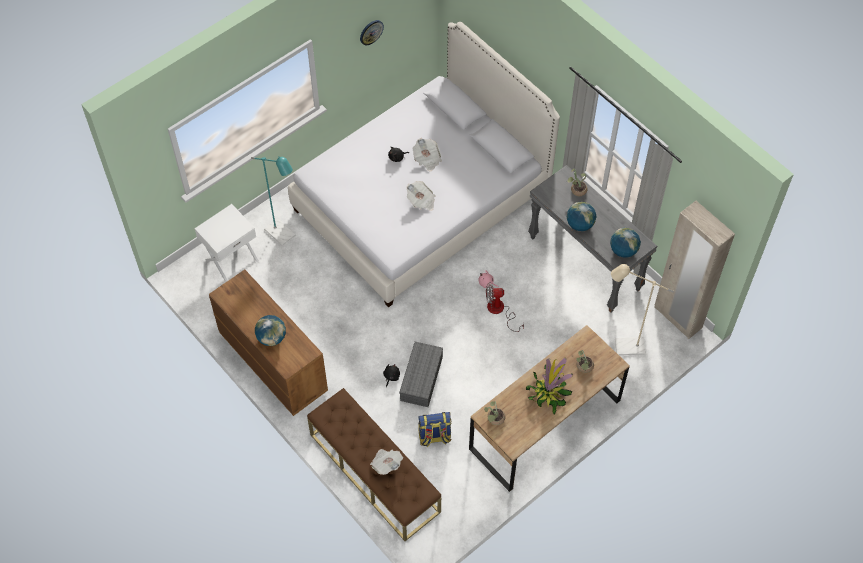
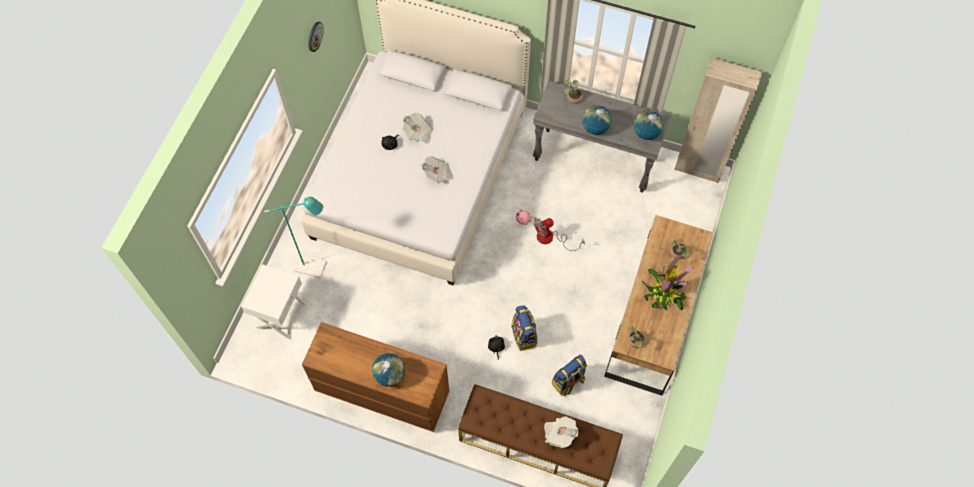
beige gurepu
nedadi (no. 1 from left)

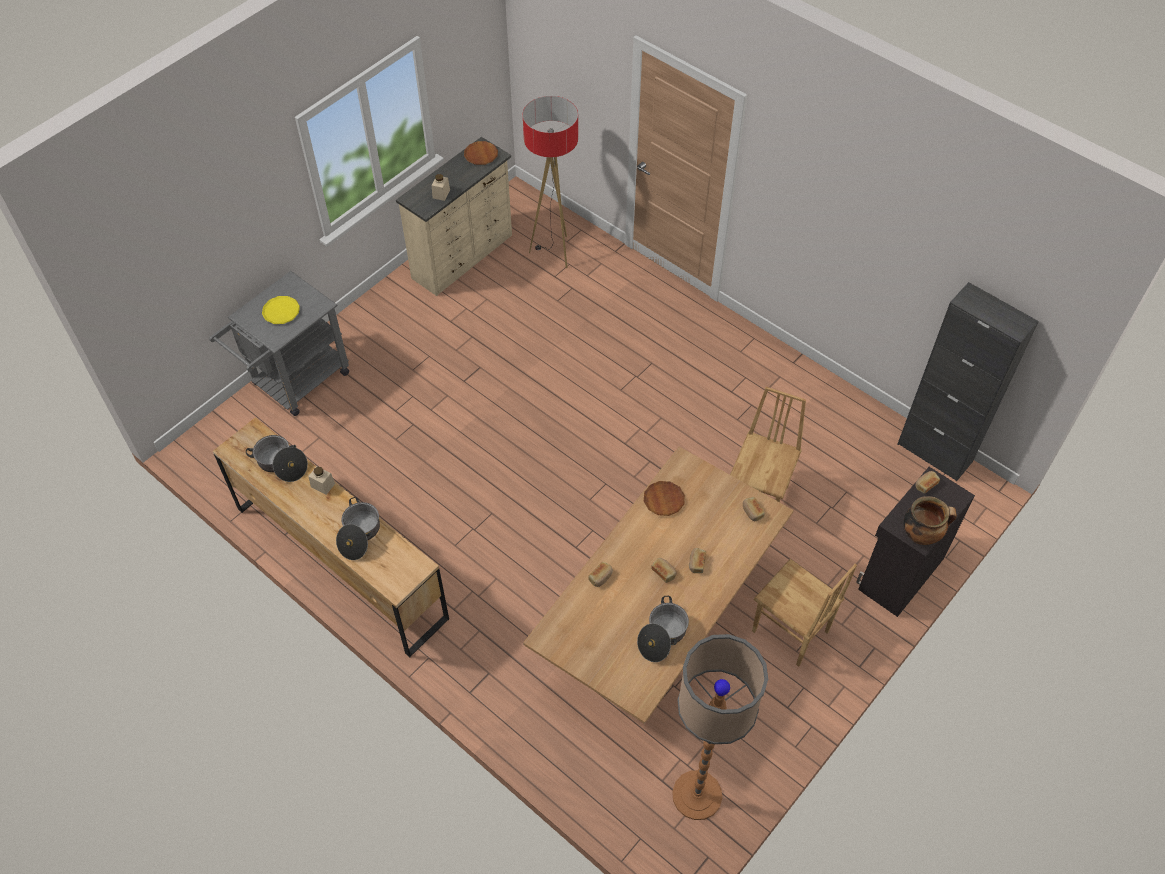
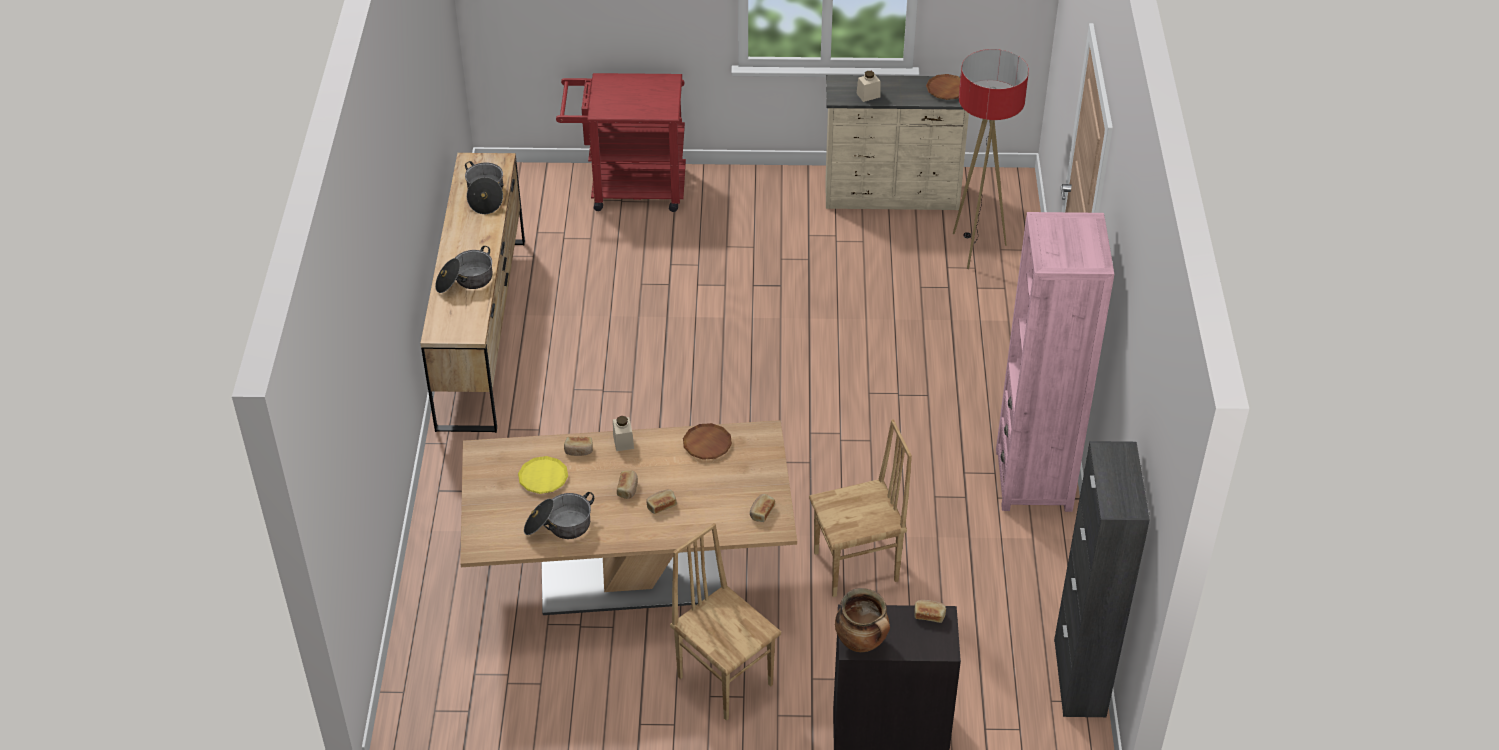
gurepu (no. 2 from left in the first image)
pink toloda
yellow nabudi
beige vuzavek (no. 1 from left)
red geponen
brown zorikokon (no. 1 from left)

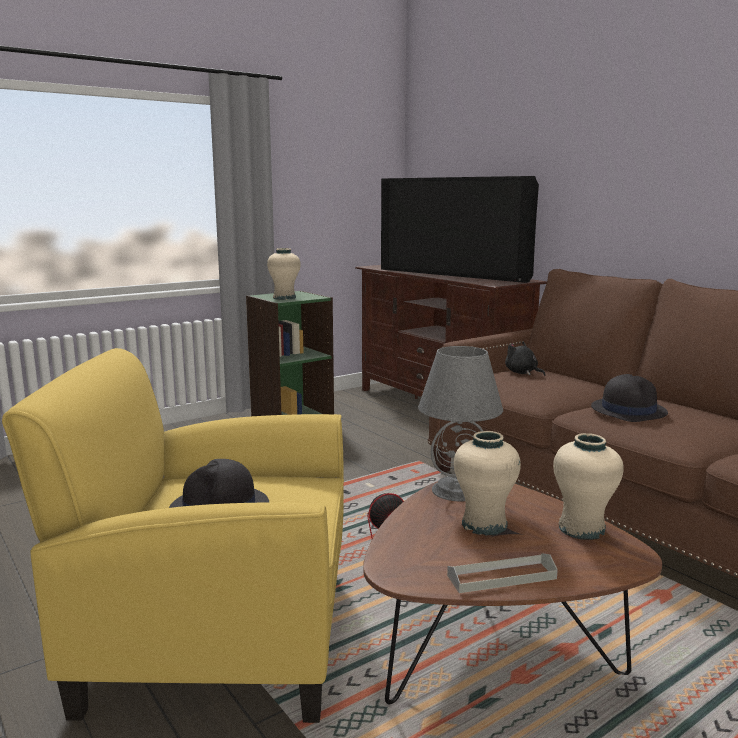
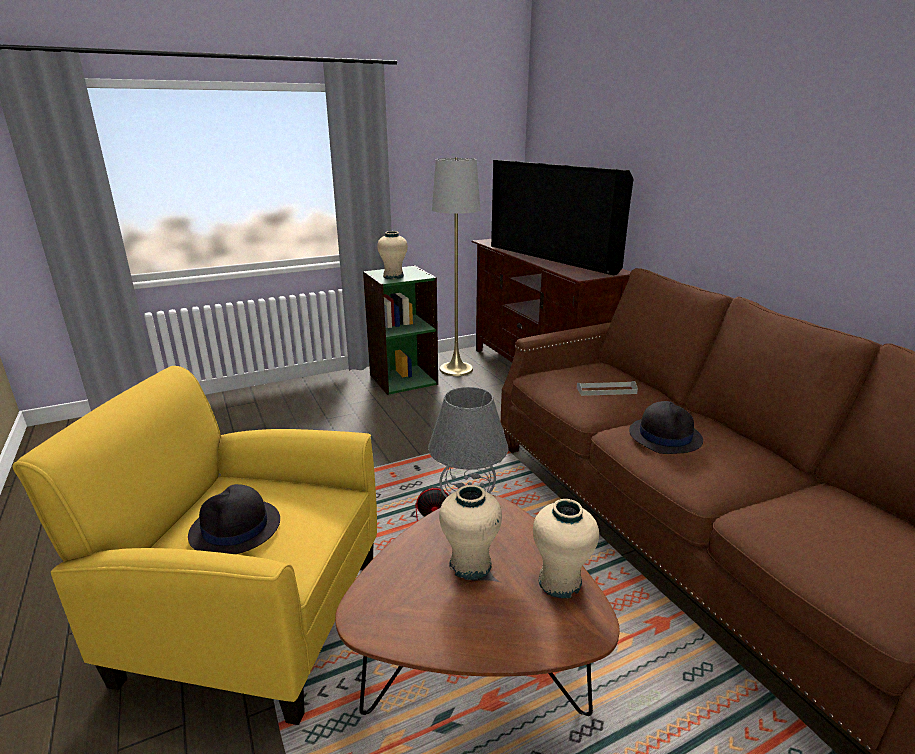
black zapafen
grey gurepu
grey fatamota

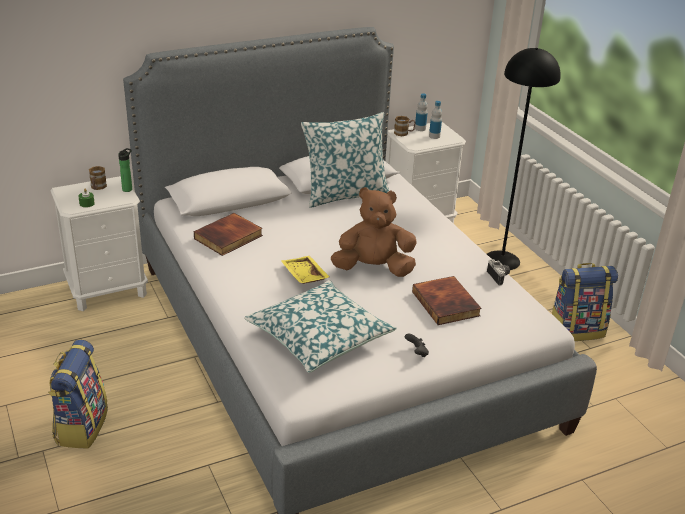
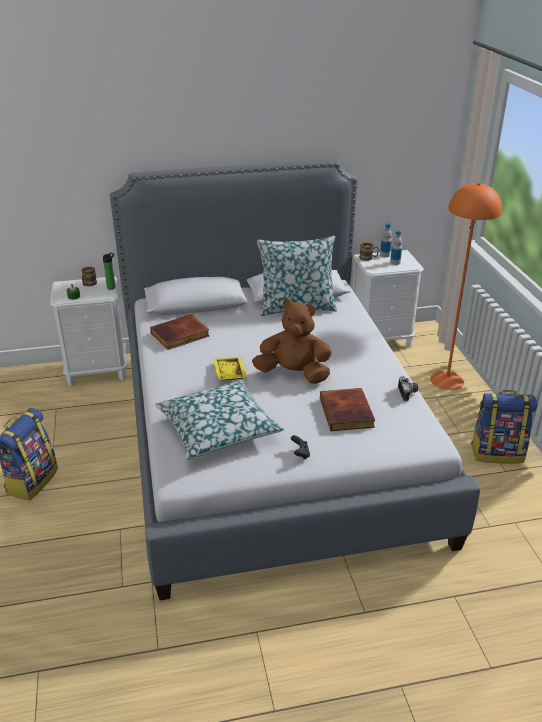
orange gurepu

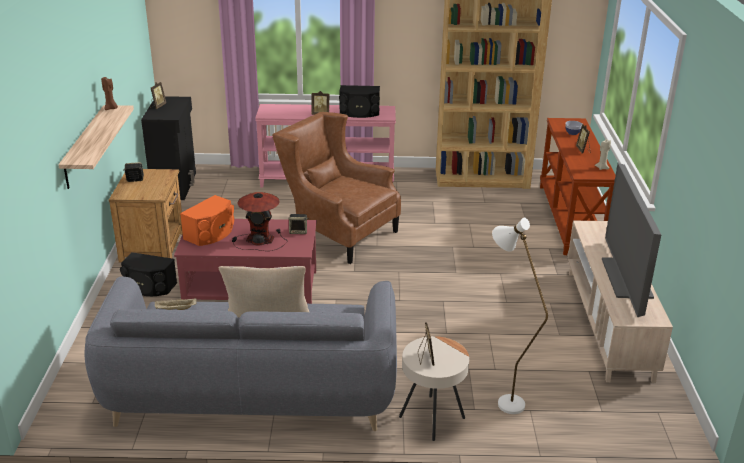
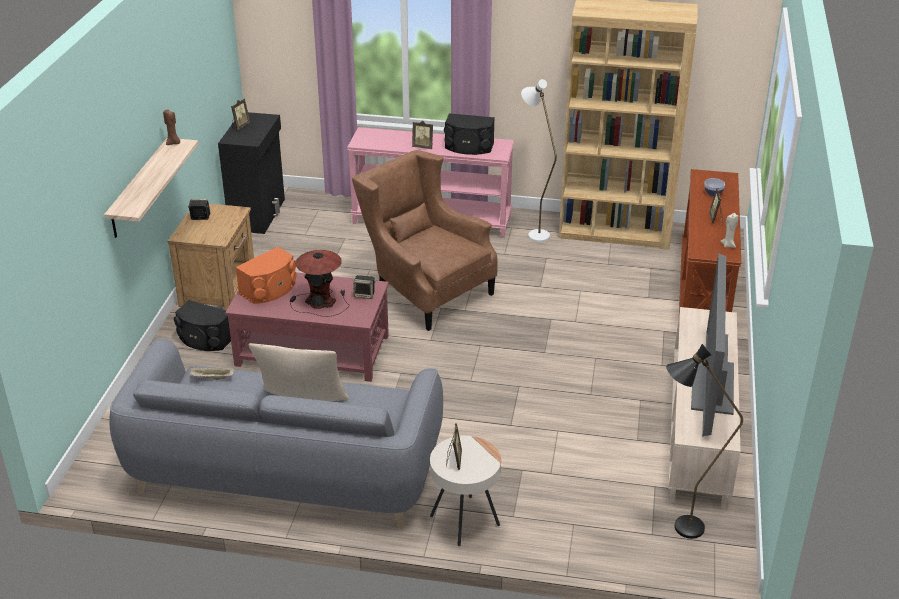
black gurepu
white gurepu

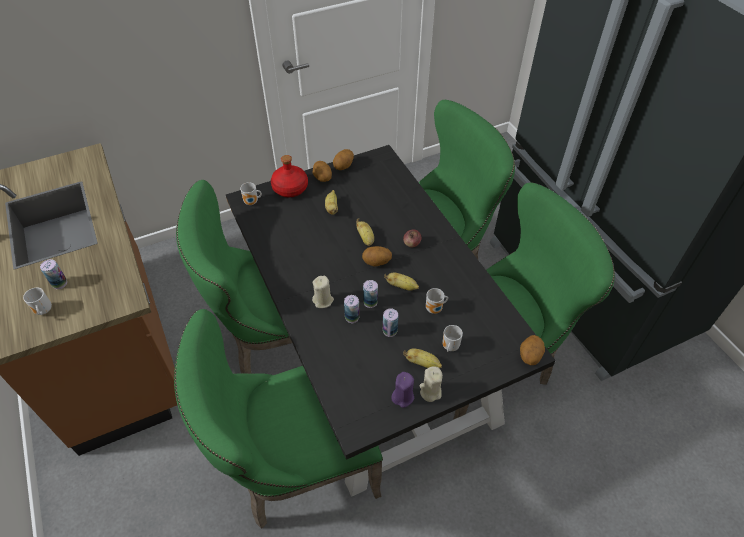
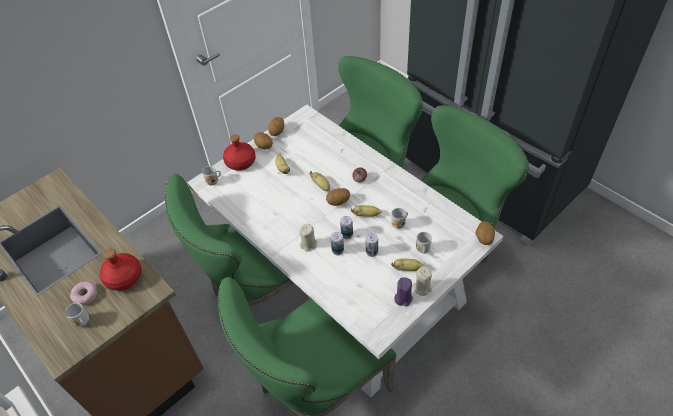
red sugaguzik (no. 1 from left)
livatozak
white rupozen

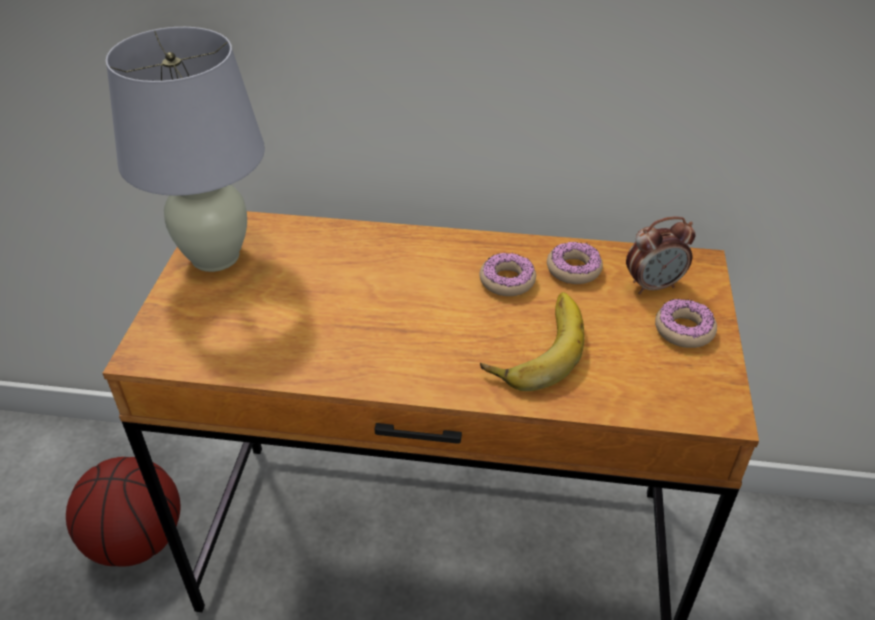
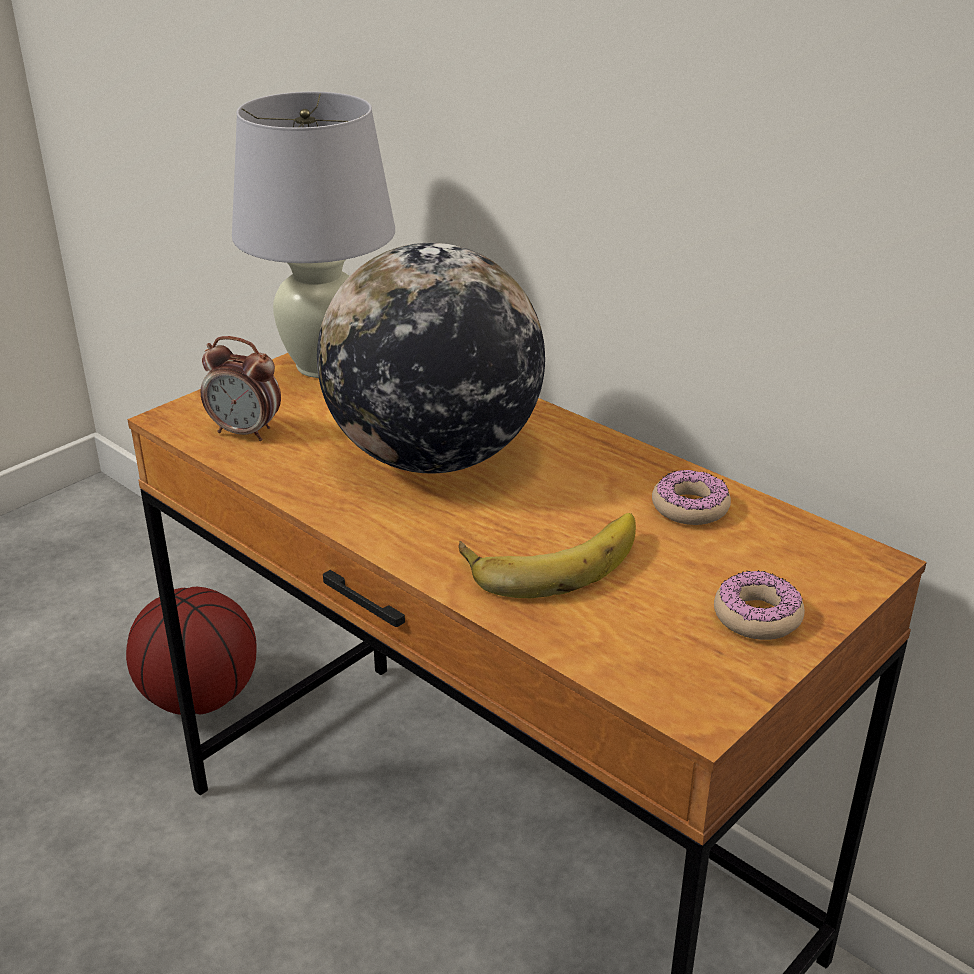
livatozak (no. 1 from left in the first image)
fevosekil
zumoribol

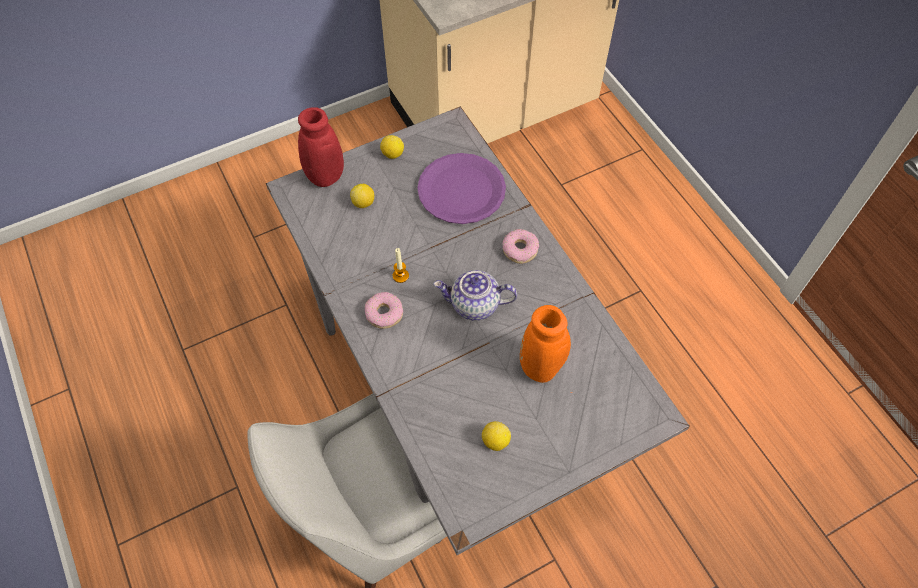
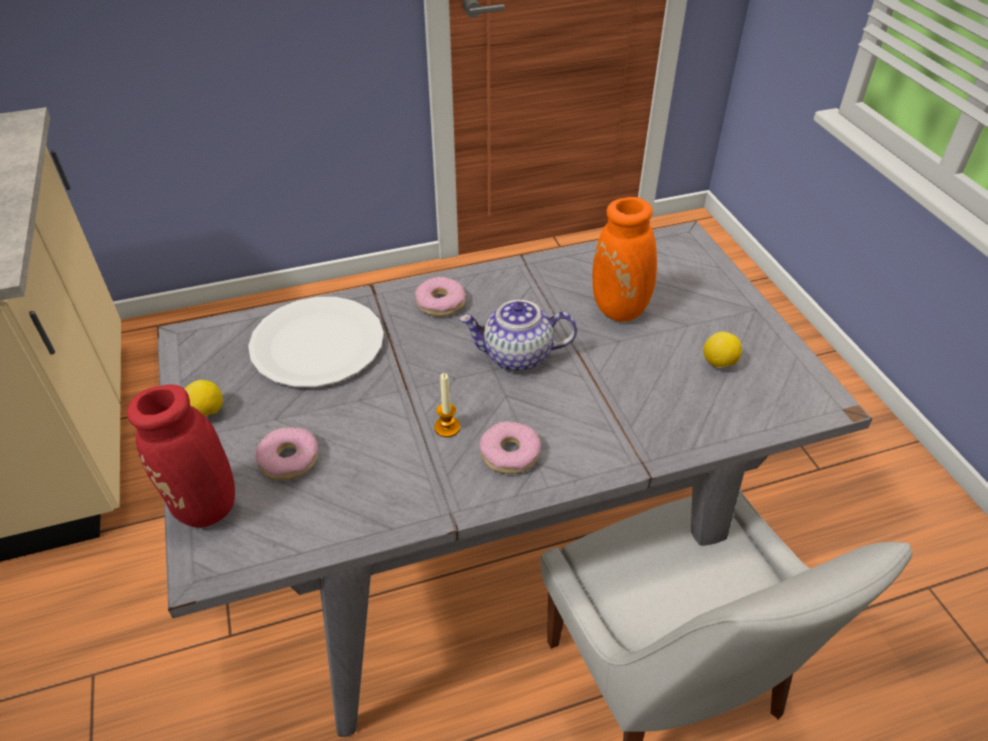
livatozak (no. 1 from left)
white nabudi
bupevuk

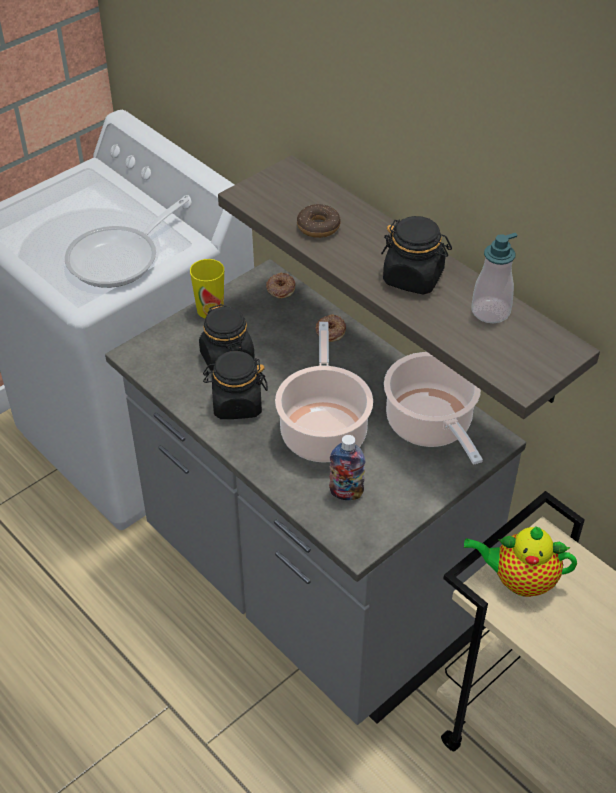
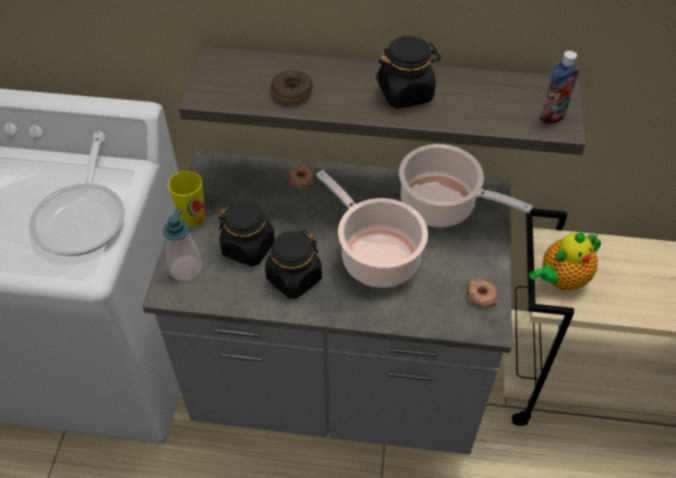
livatozak (no. 3 from left)
sugaguzik
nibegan

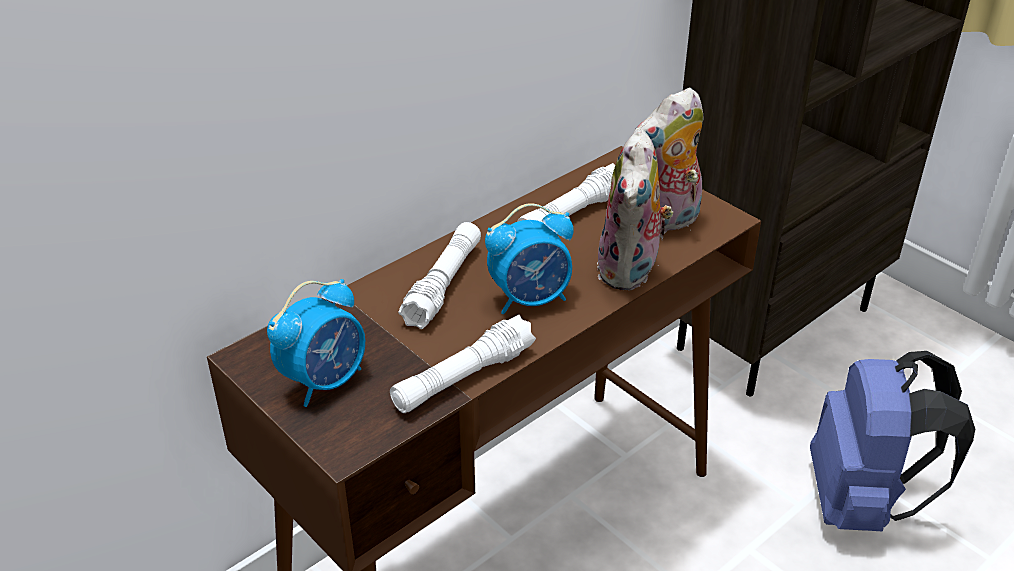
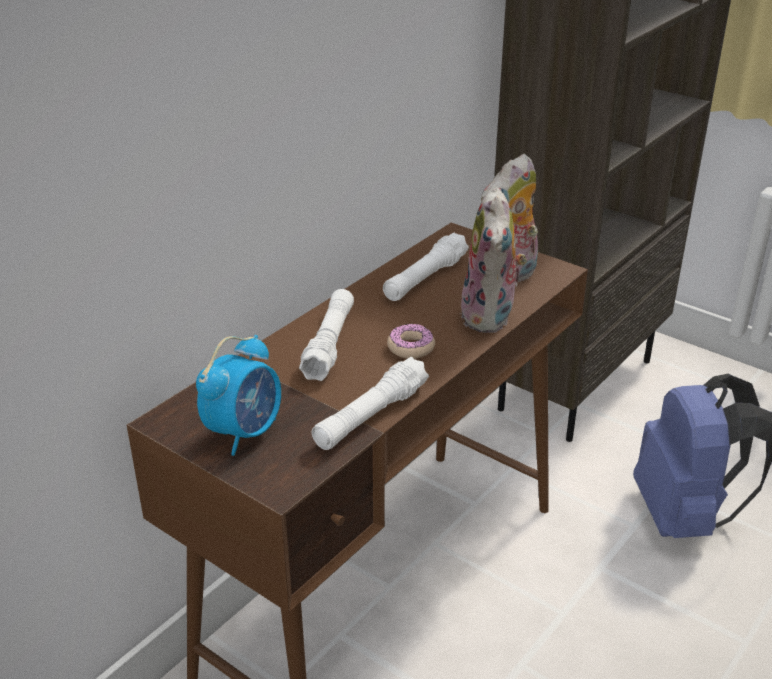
livatozak

